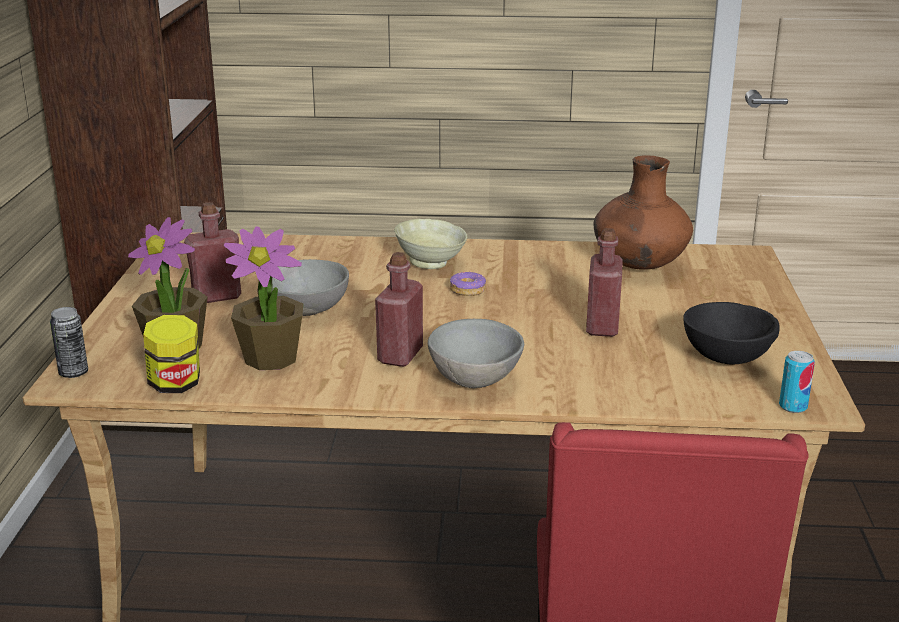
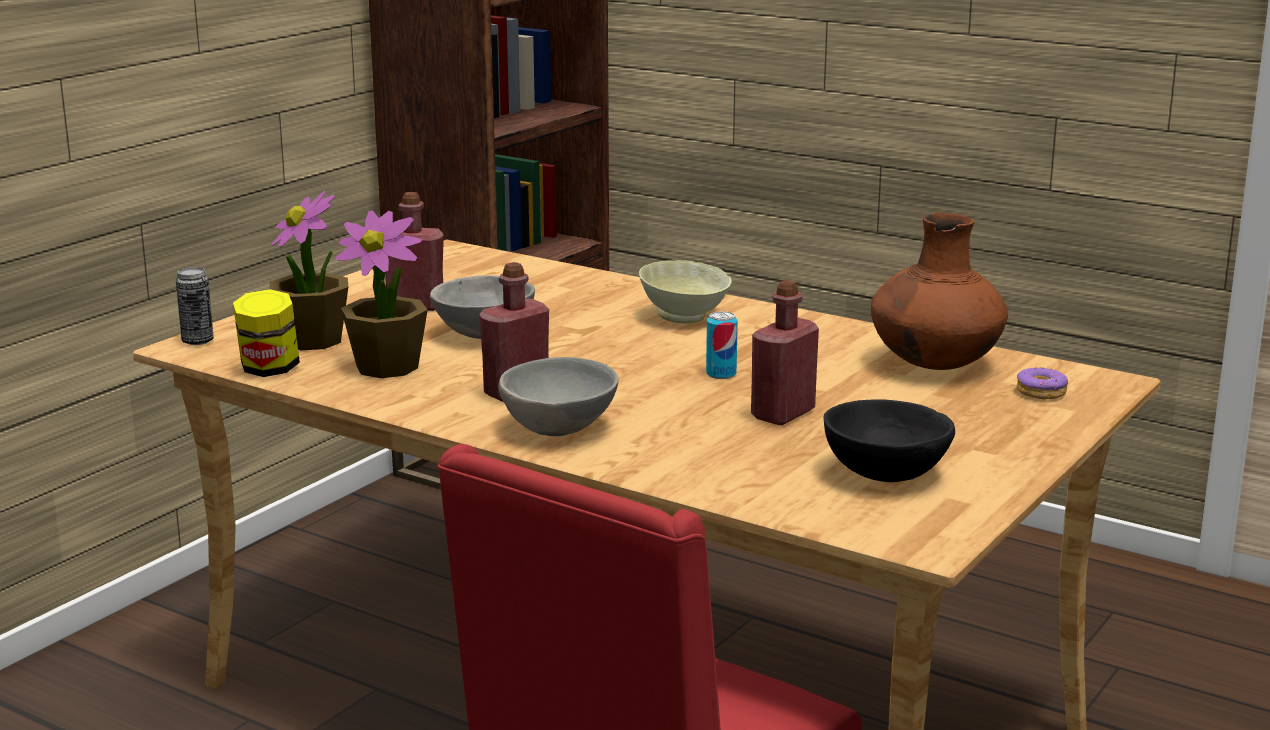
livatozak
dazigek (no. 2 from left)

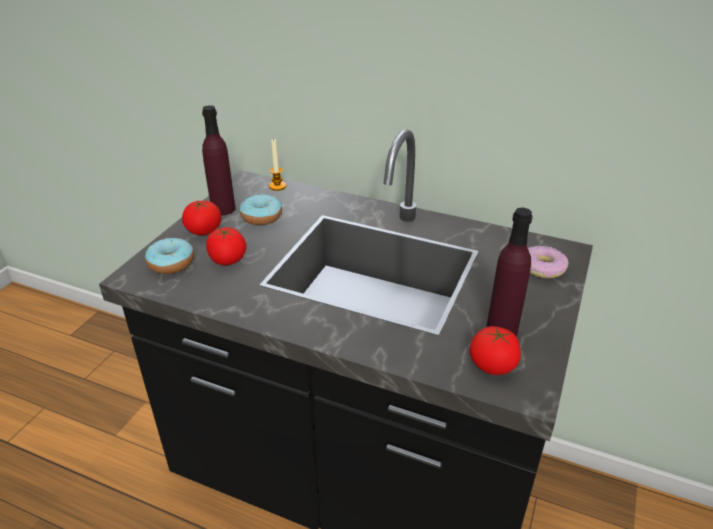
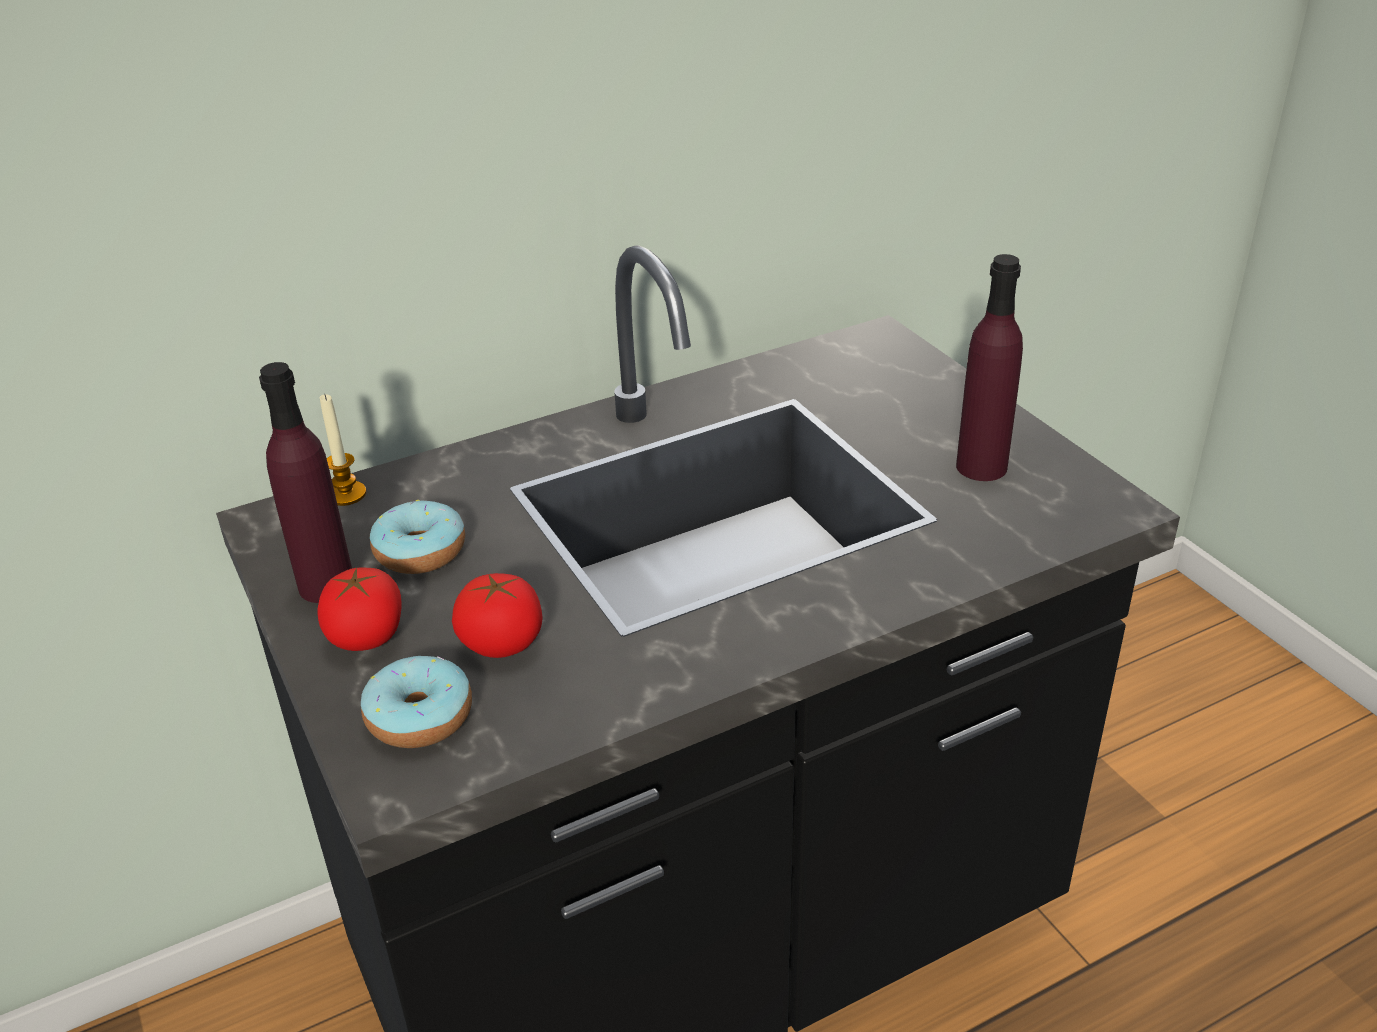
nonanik (no. 3 from left in the first image)
livatozak (no. 3 from left in the first image)

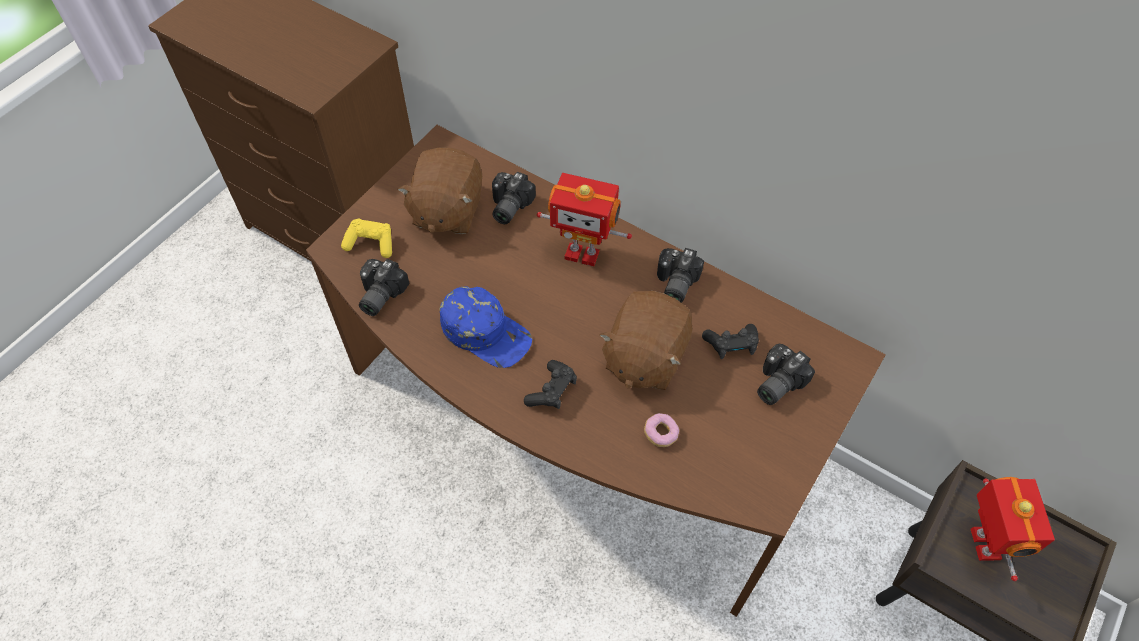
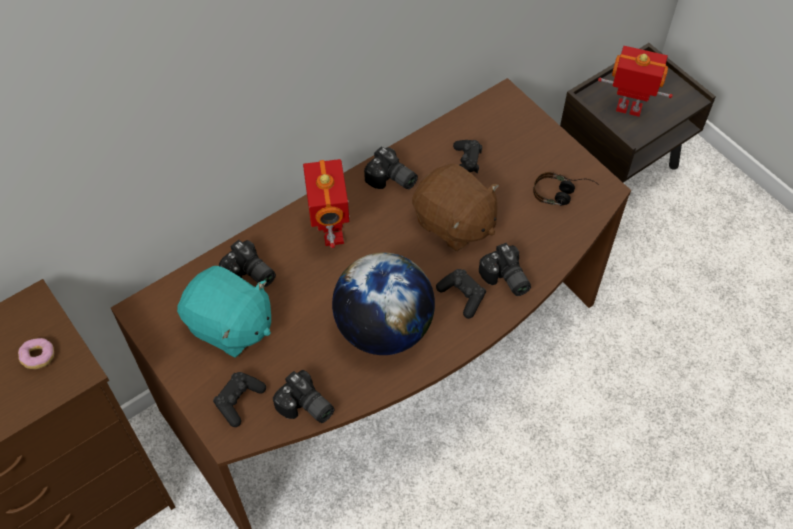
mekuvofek
livatozak
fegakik (no. 4 from left)
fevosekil
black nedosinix (no. 1 from left)
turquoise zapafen
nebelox (no. 1 from left)

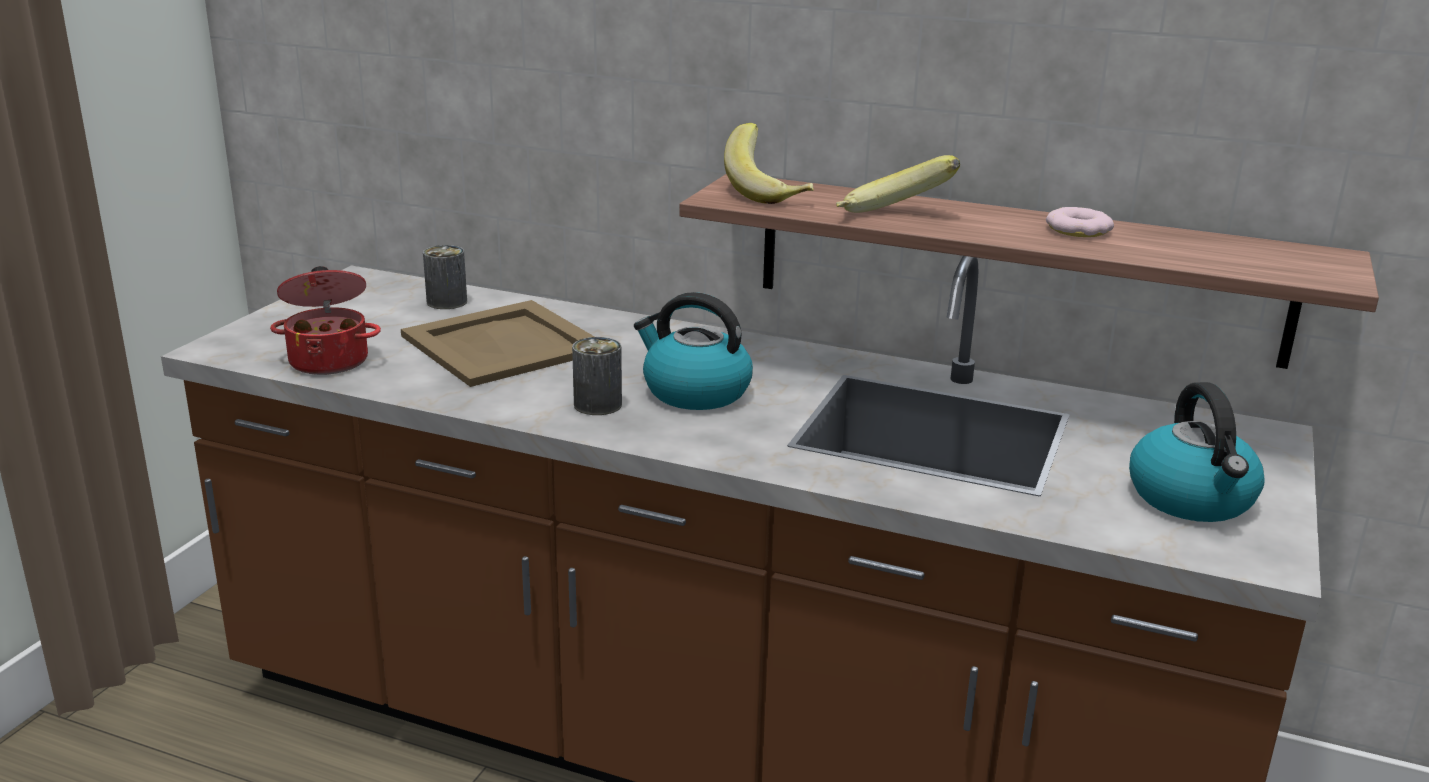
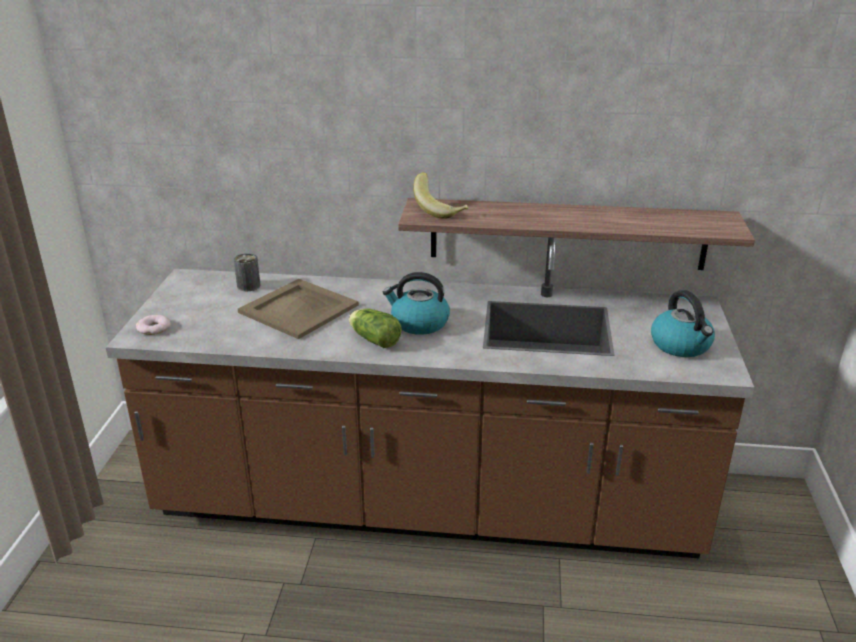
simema
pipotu (no. 2 from left in the first image)
livatozak
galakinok

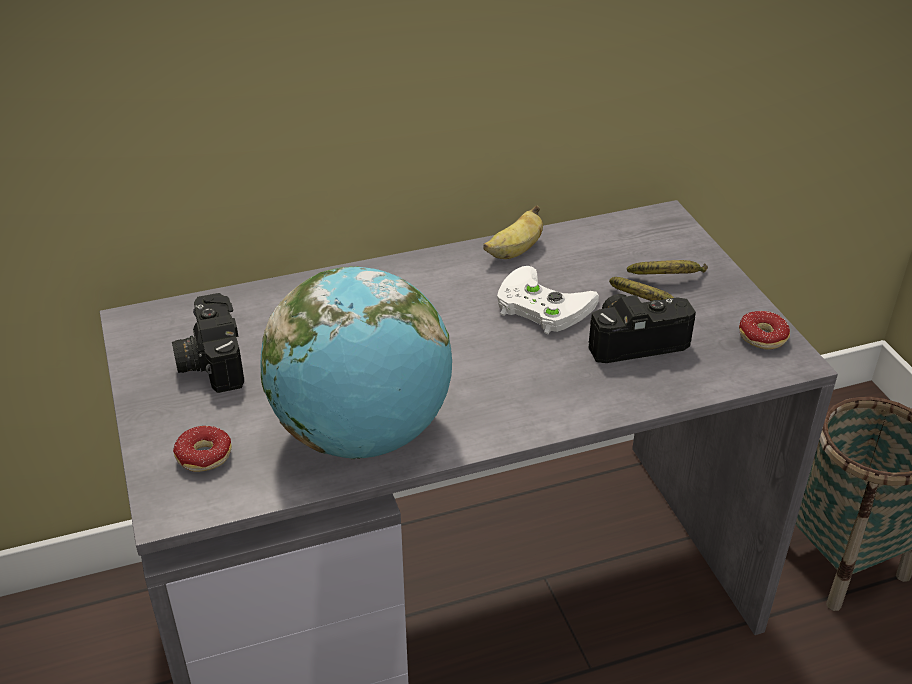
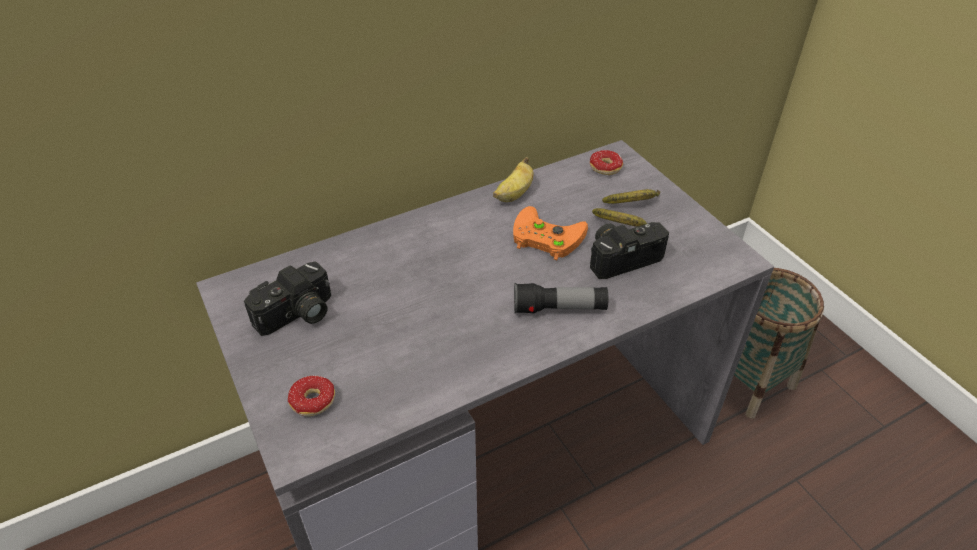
fevosekil
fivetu
livatozak (no. 2 from left)
orange nedosinix
fegakik (no. 1 from left)

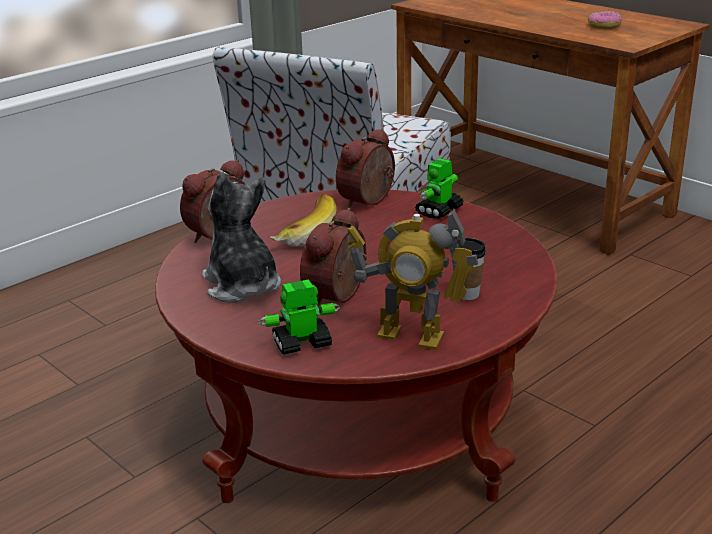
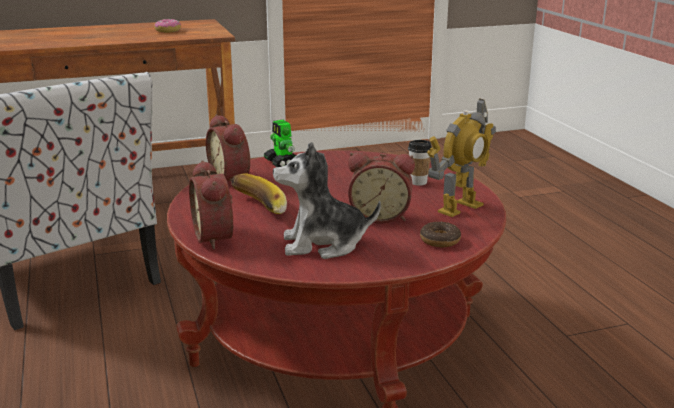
livatozak (no. 2 from left)
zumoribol (no. 3 from left)

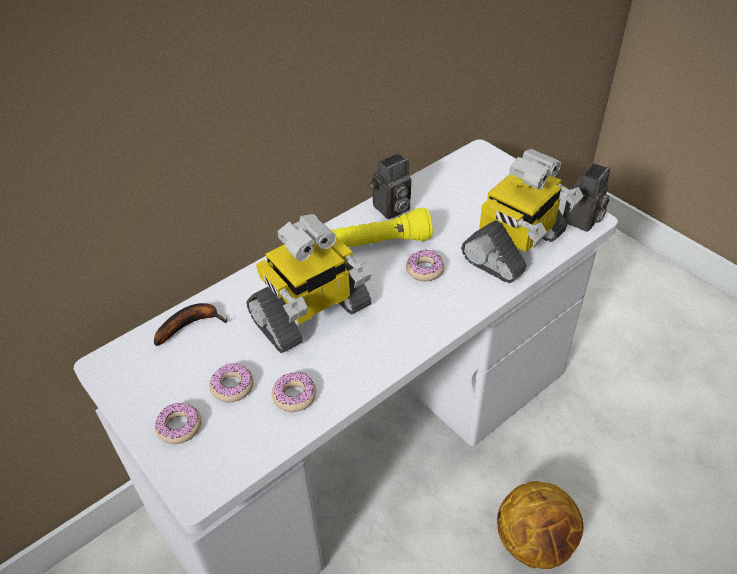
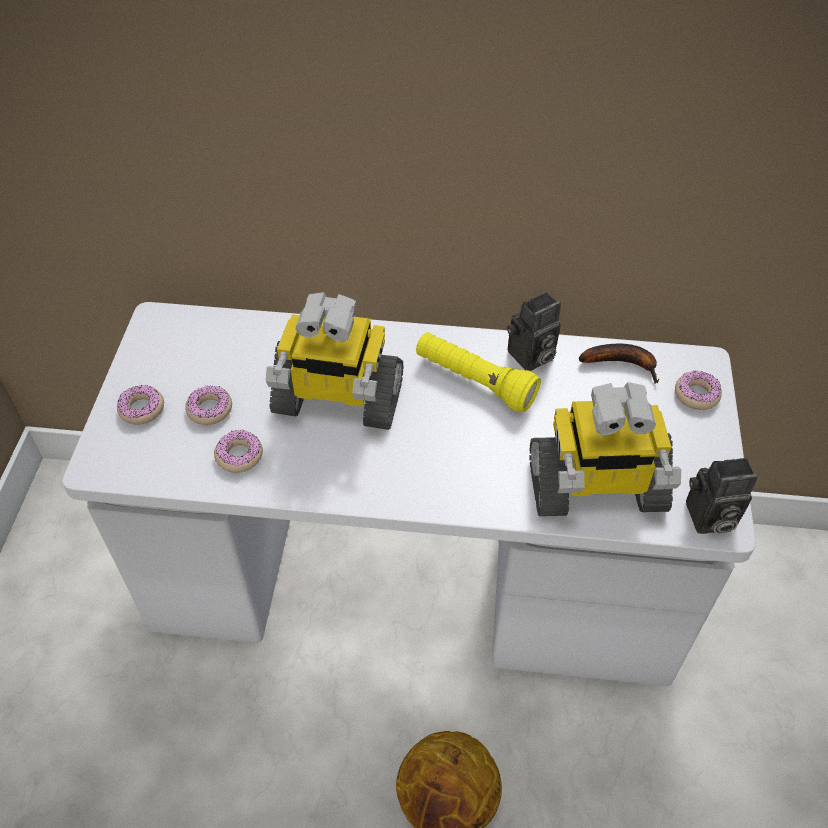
pipotu
livatozak (no. 4 from left)
fegakik (no. 1 from left)

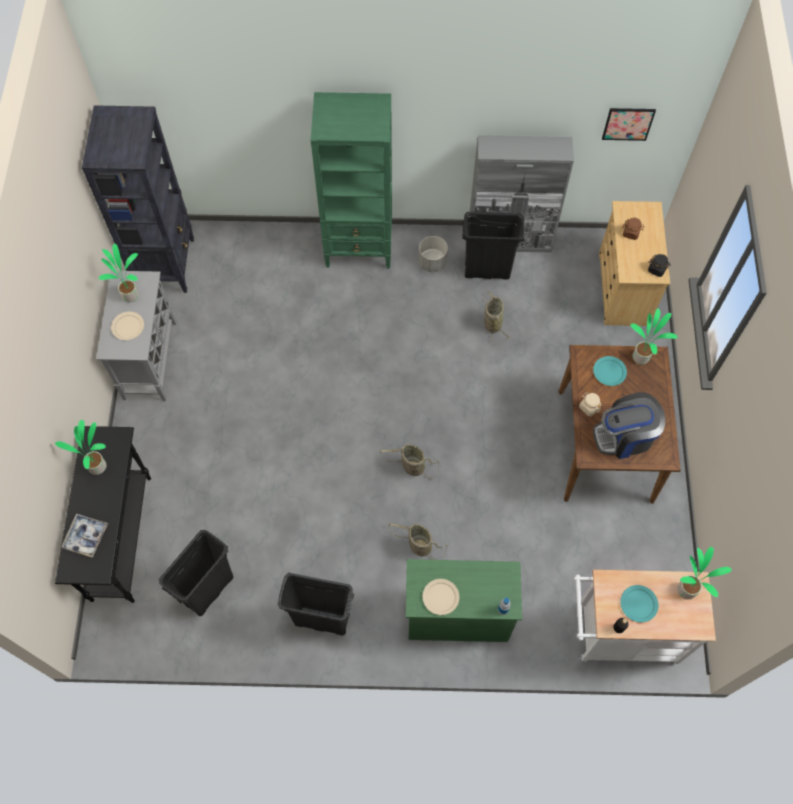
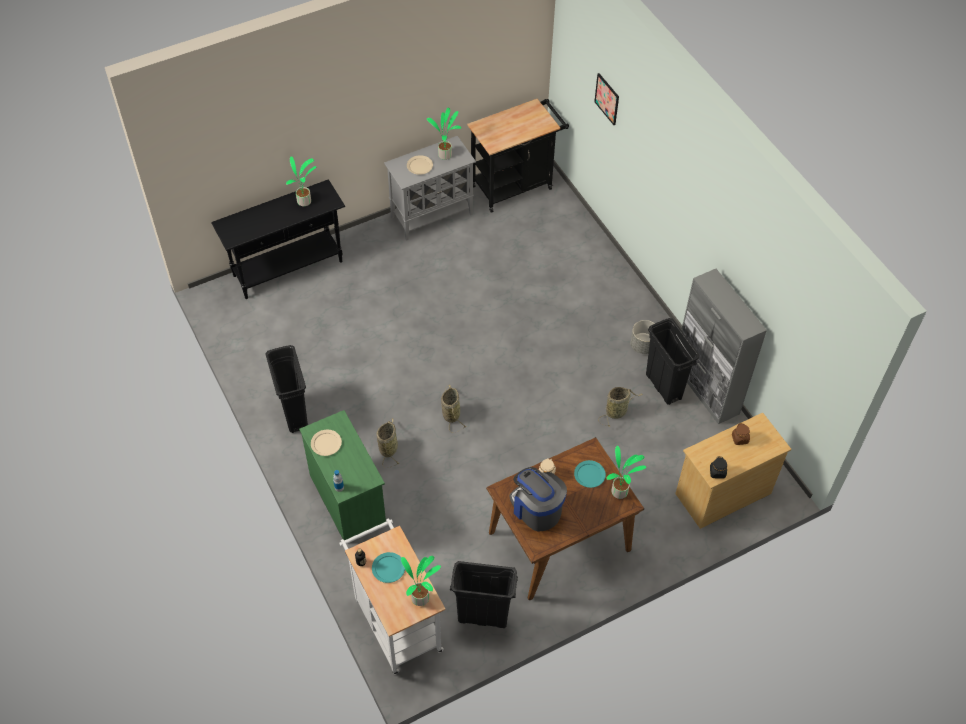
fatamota
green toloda
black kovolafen (no. 2 from left)
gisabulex
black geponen

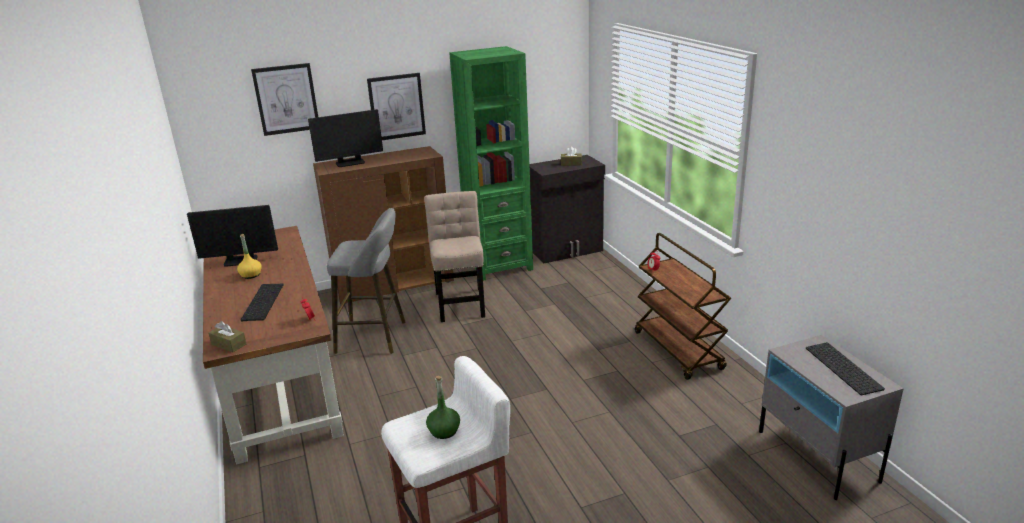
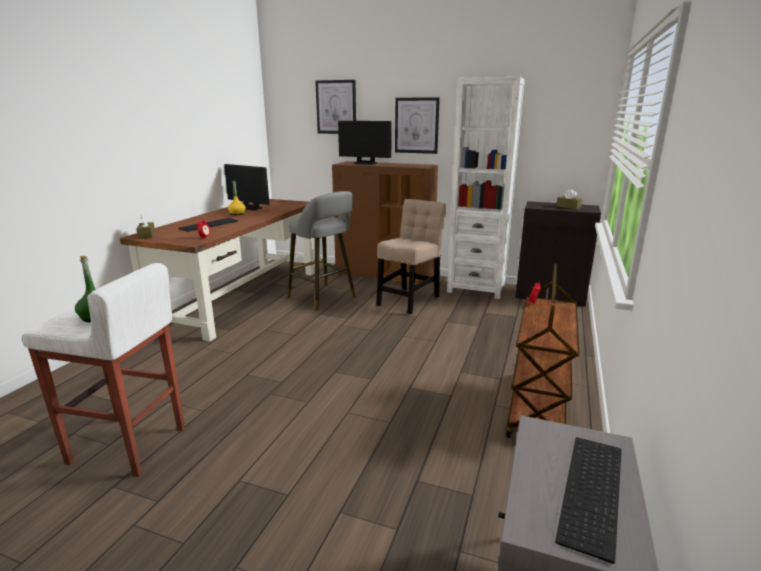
white toloda

